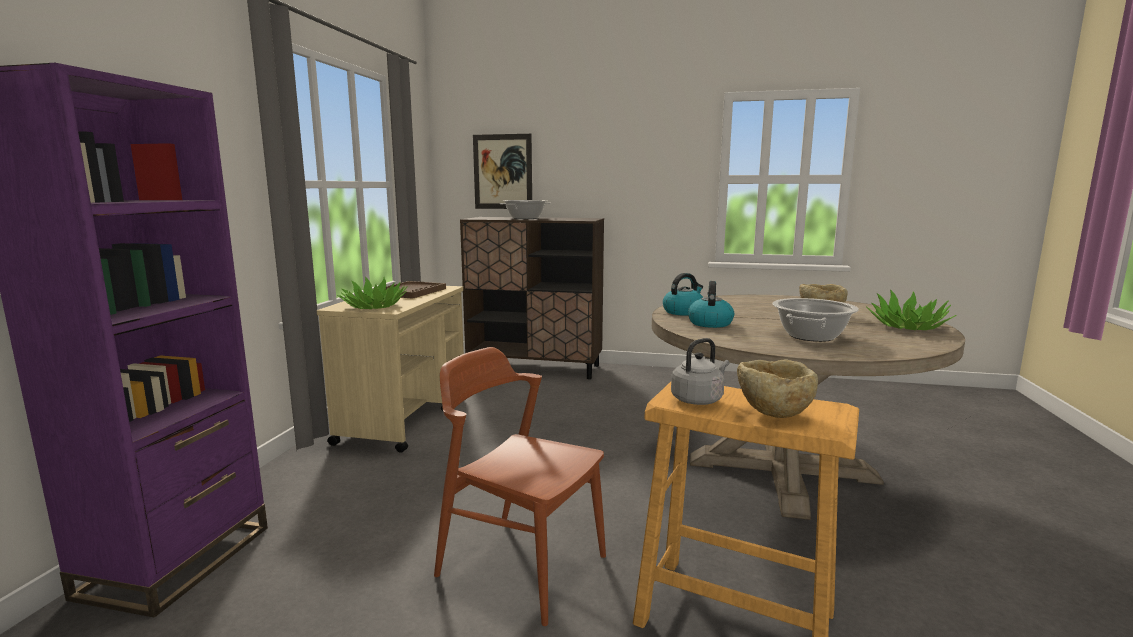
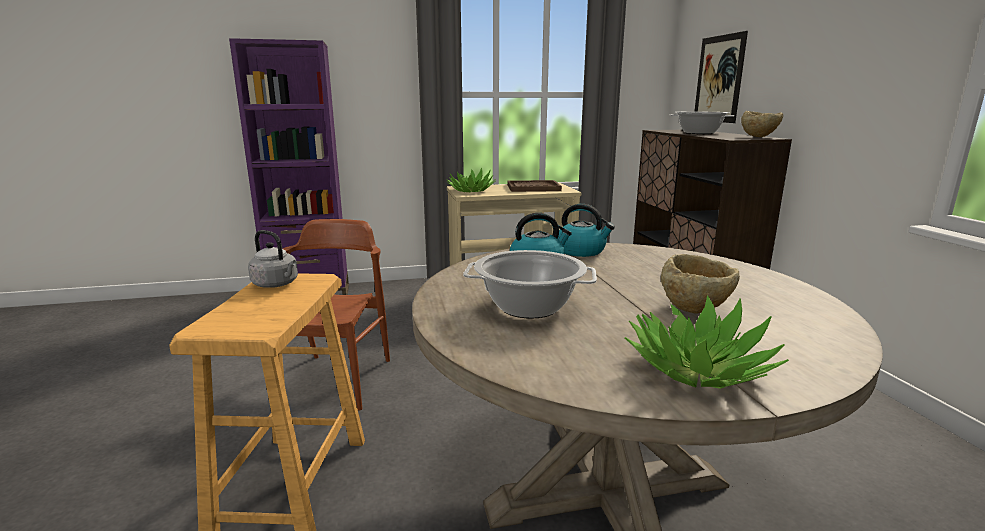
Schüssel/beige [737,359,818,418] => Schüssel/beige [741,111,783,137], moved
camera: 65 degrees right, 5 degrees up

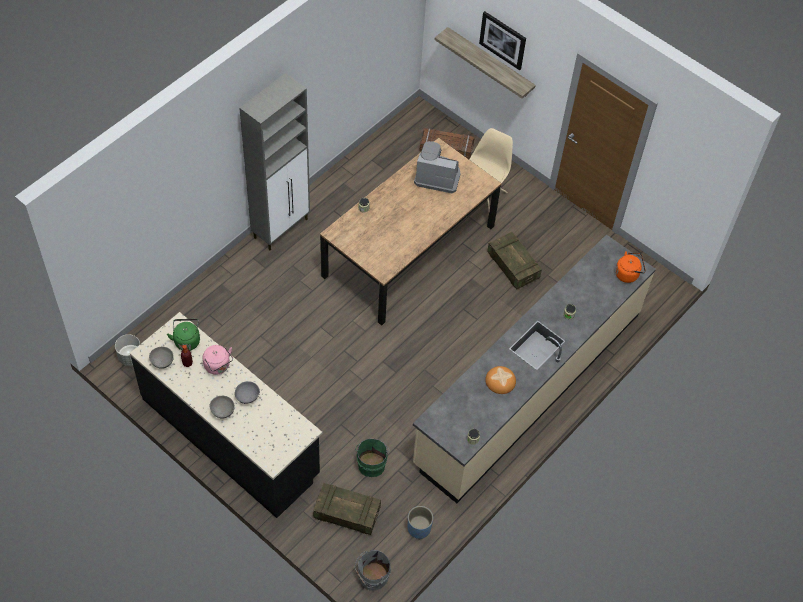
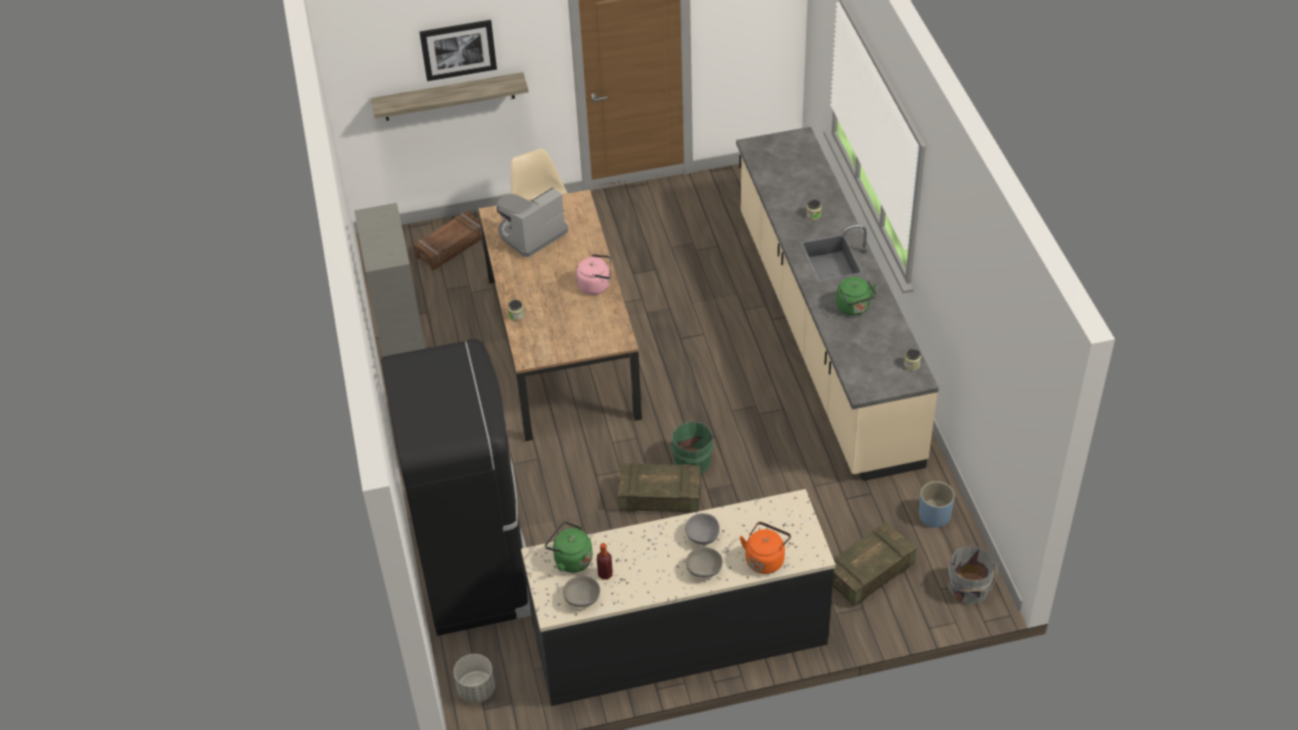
nothing => Kühlschrank/schwarz [381,339,532,636]
Wasserkessel/rosa [203,345,233,375] => Wasserkessel/rosa [576,254,611,295], moved
Eimer/grün [355,439,389,477] => Eimer/grün [668,422,713,474], moved
Kiste [487,232,542,289] => Kiste [618,463,702,514], moved
Wasserkessel/orange [615,251,646,283] => Wasserkessel/orange [740,522,791,574], moved
Brot [485,366,516,394] => Wasserkessel/grün [836,277,876,316]
camera: 50 degrees left, 10 degrees down

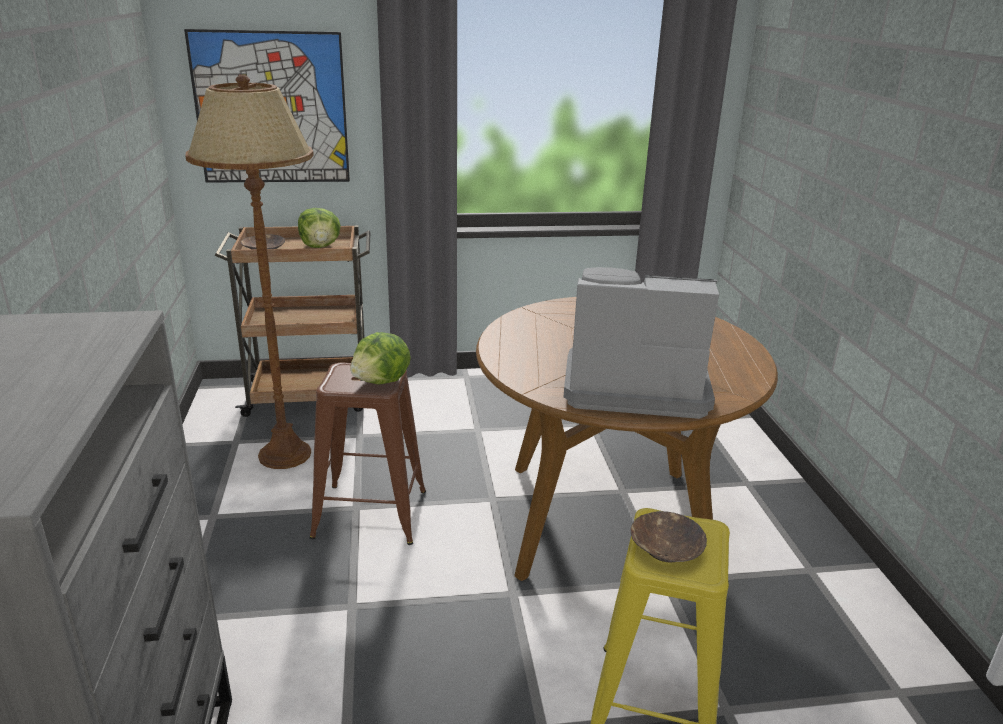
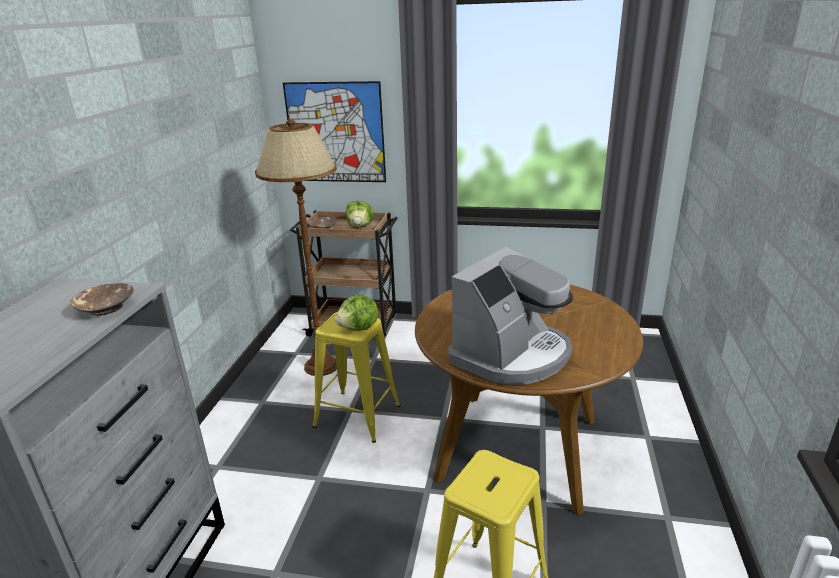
Schüssel/braun [631,511,707,563] => Schüssel/braun [70,283,134,315], moved
Hocker/braun [310,362,426,545] => Hocker/gelb [313,312,400,443]
Kaffeemaschine [564,267,719,419] => Kaffeemaschine [448,247,573,385], 105 degrees clockwise
camera: 20 degrees right, 0 degrees up

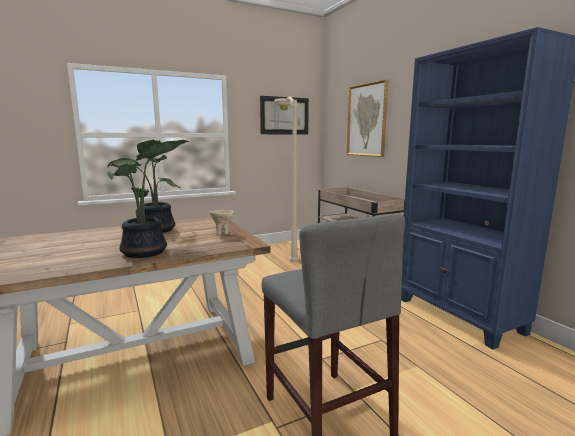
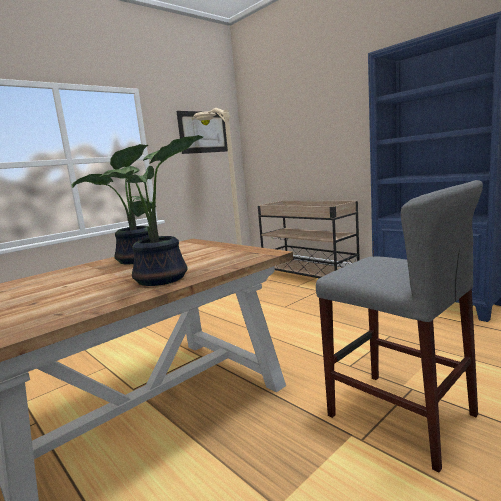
Schüssel/beige [209,210,234,235] => nothing
Bild [346,79,389,157] => nothing
camera: 15 degrees left, 0 degrees up

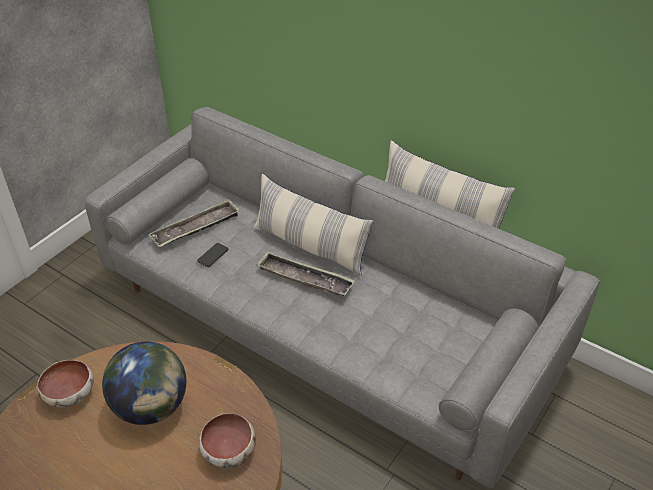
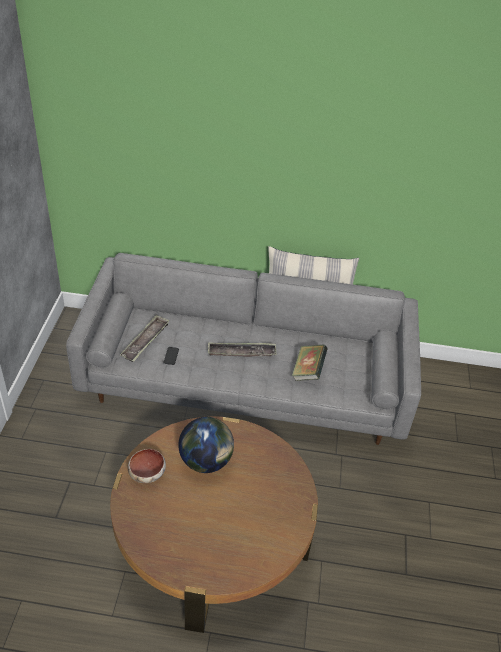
Schüssel [199,413,256,468] => nothing
Kissen [253,173,374,276] => nothing
nothing => Buch [292,344,328,381]
camera: 30 degrees left, 0 degrees up

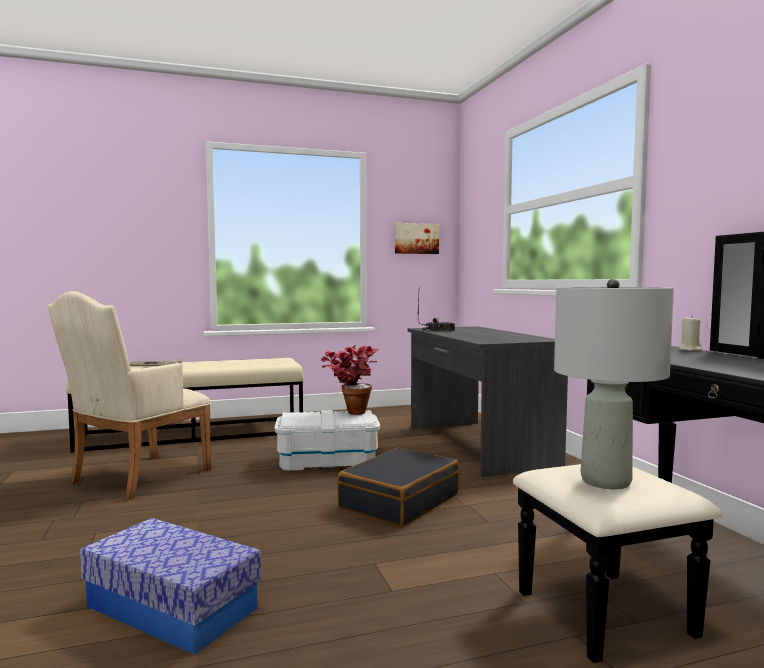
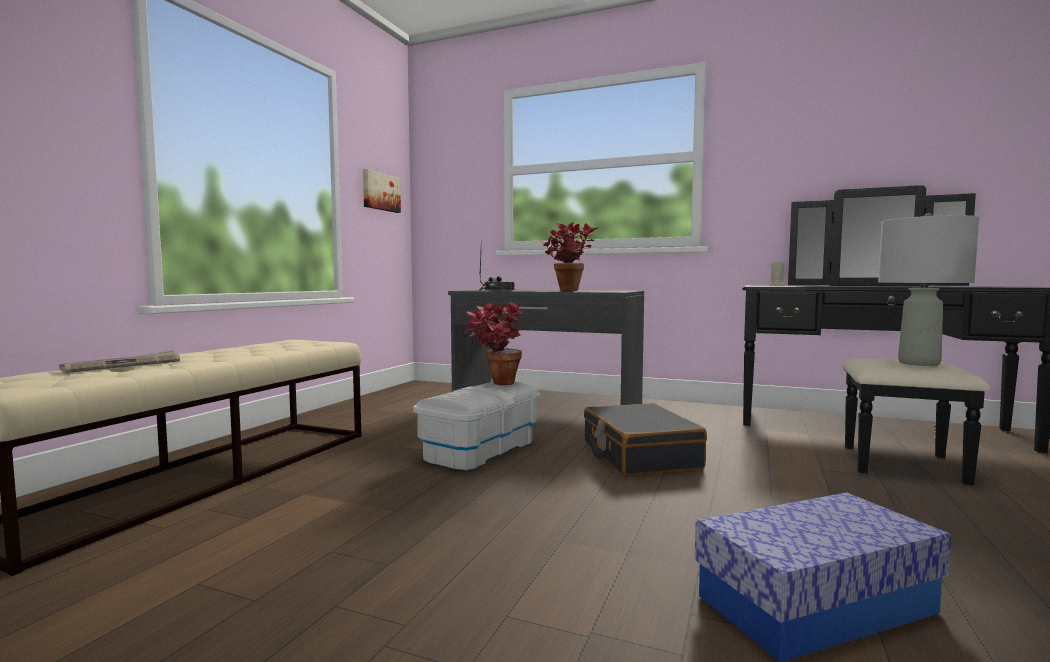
Sessel/beige [47,291,212,500] => nothing
nothing => Topfpflanze [539,222,599,291]
camera: 50 degrees left, 0 degrees up

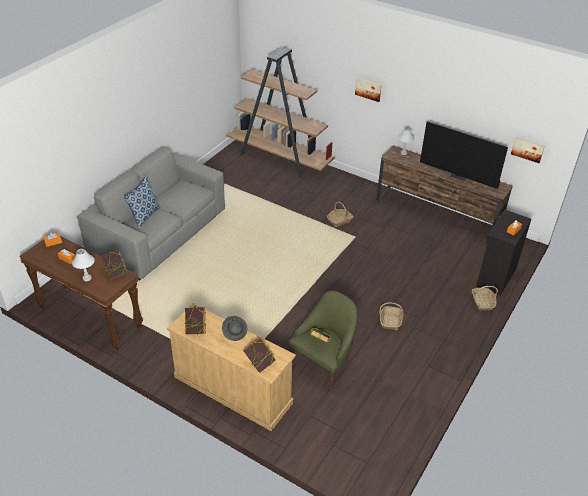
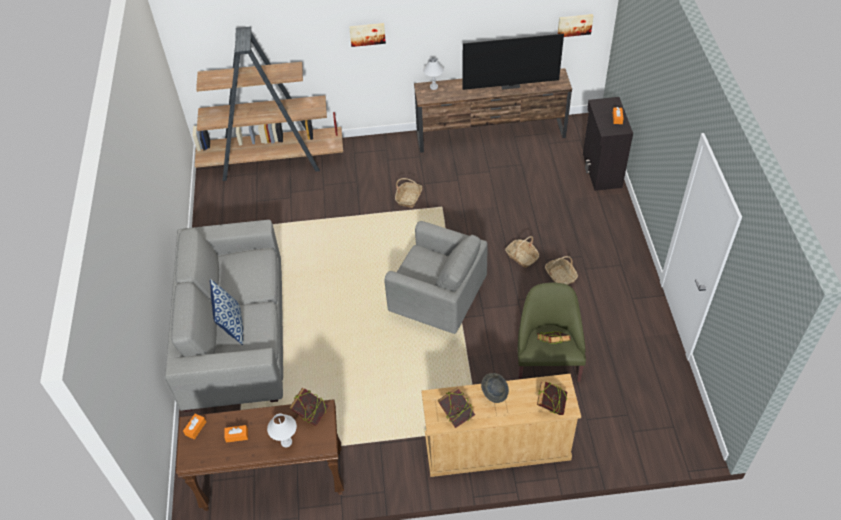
nothing => Sessel/grau [385,221,488,334]
Korb [472,286,498,310] => Korb [505,236,539,268], moved
camera: 35 degrees left, 10 degrees up

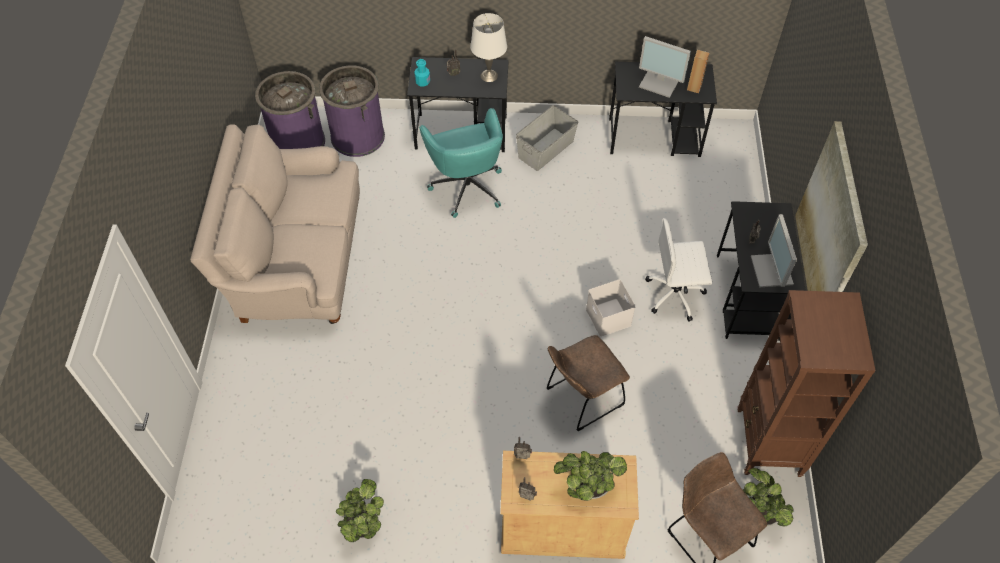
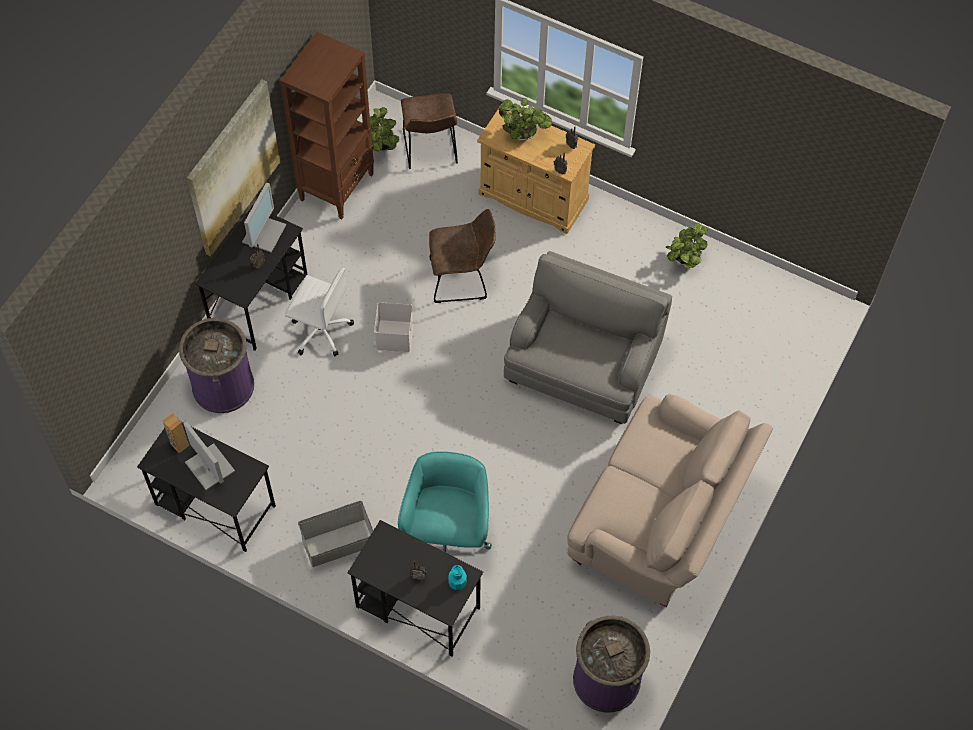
Tischlampe/weiß [470,13,507,82] => nothing
nothing => Sessel/grau [504,251,672,424]
Mülleimer/lila [319,65,385,157] => Mülleimer/lila [179,318,254,413], moved
camera: 155 degrees left, 5 degrees up

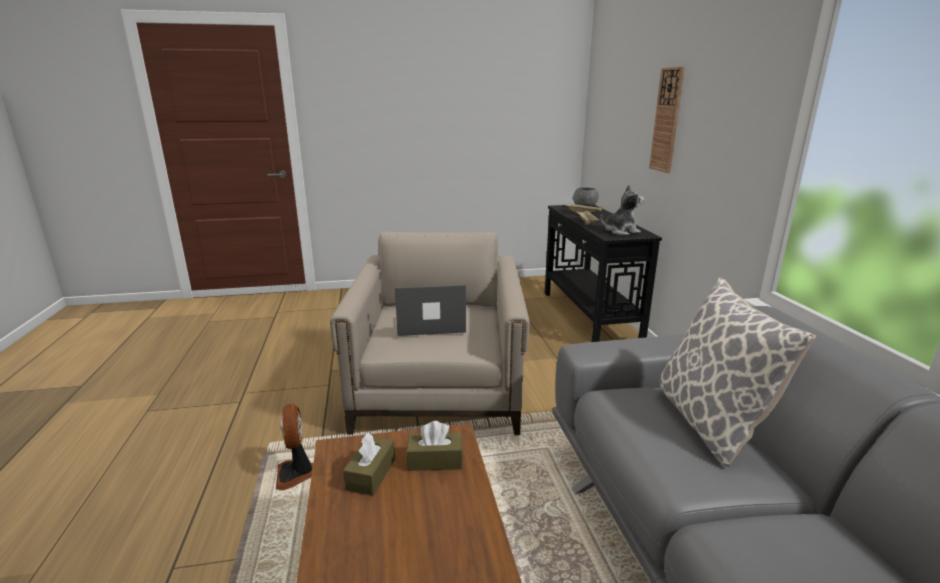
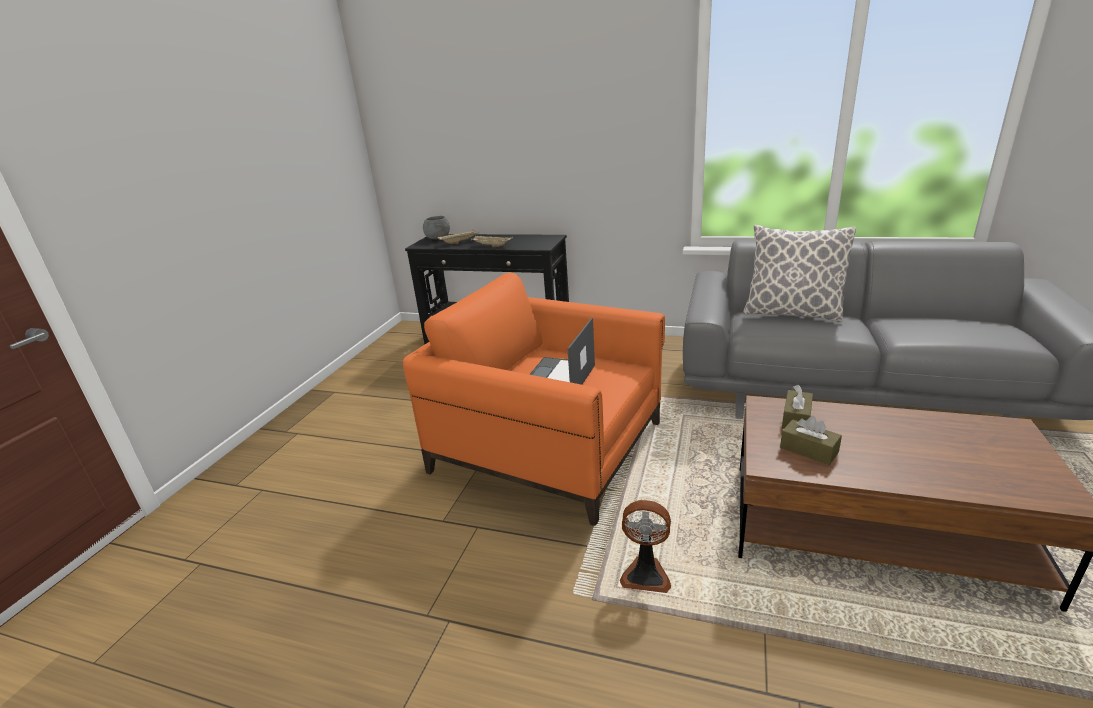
Plüschtier [601,185,644,235] => nothing
Wanduhr [649,67,685,173] => nothing
Sessel/beige [330,231,530,435] => Sessel/orange [403,273,665,526]
camera: 60 degrees left, 5 degrees up

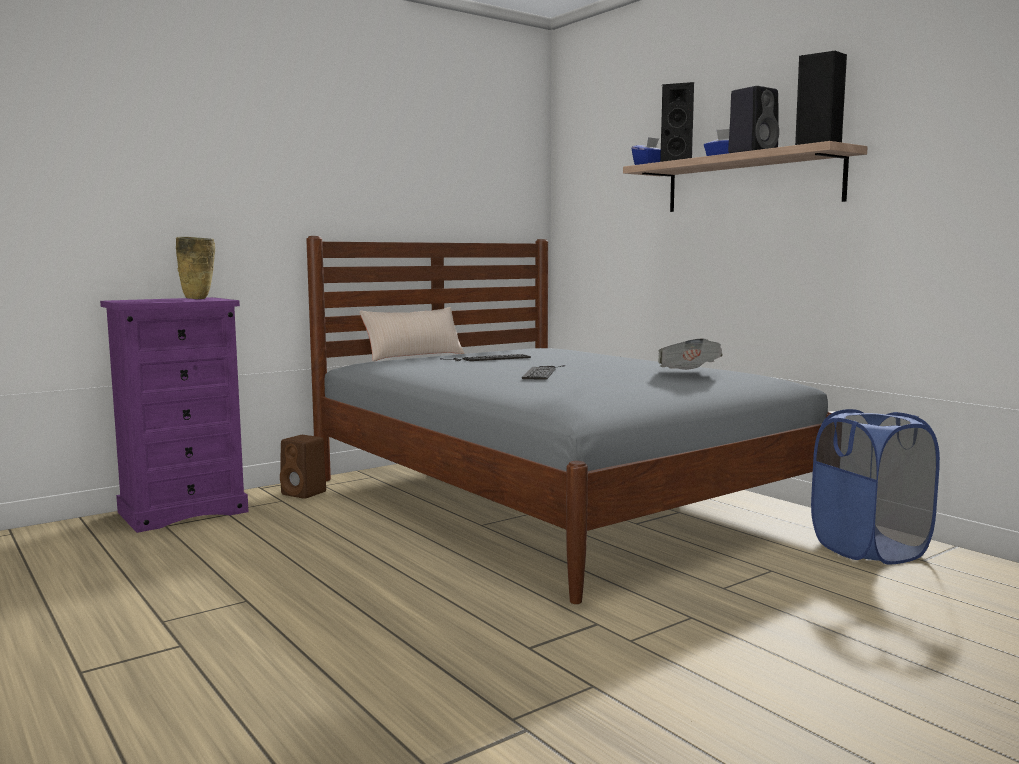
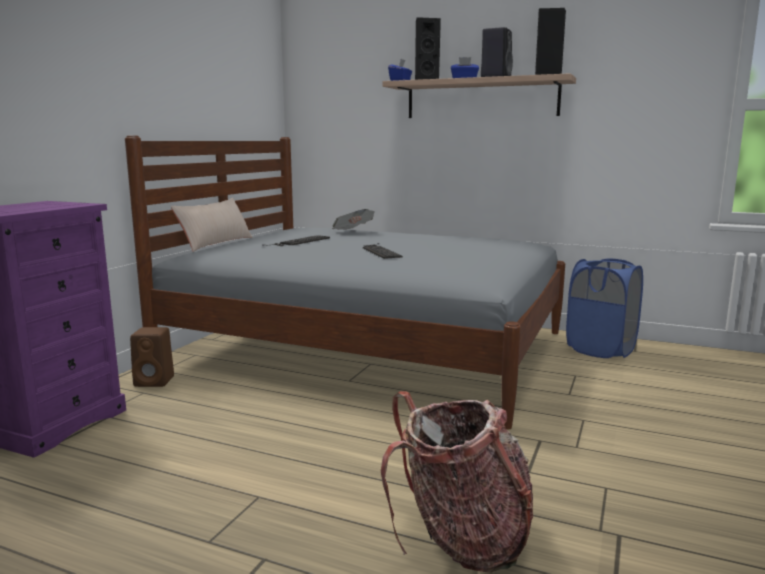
Vase/beige [176,237,215,299] => nothing
nothing => Rucksack [381,391,533,573]
Zeitung [658,339,723,370] => Zeitung [332,209,374,230], moved
camera: 30 degrees left, 5 degrees up

